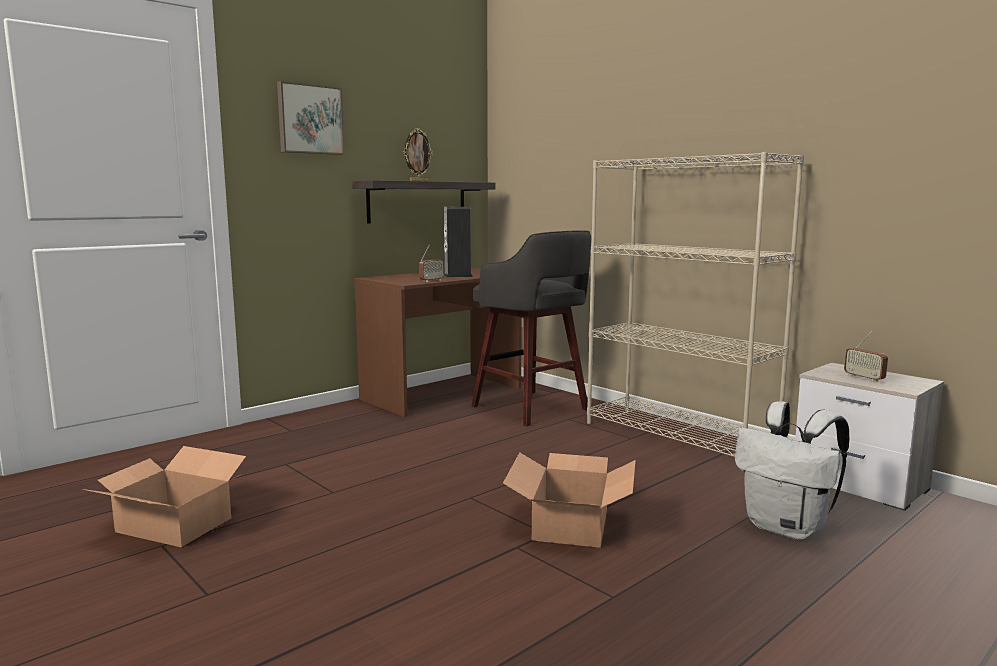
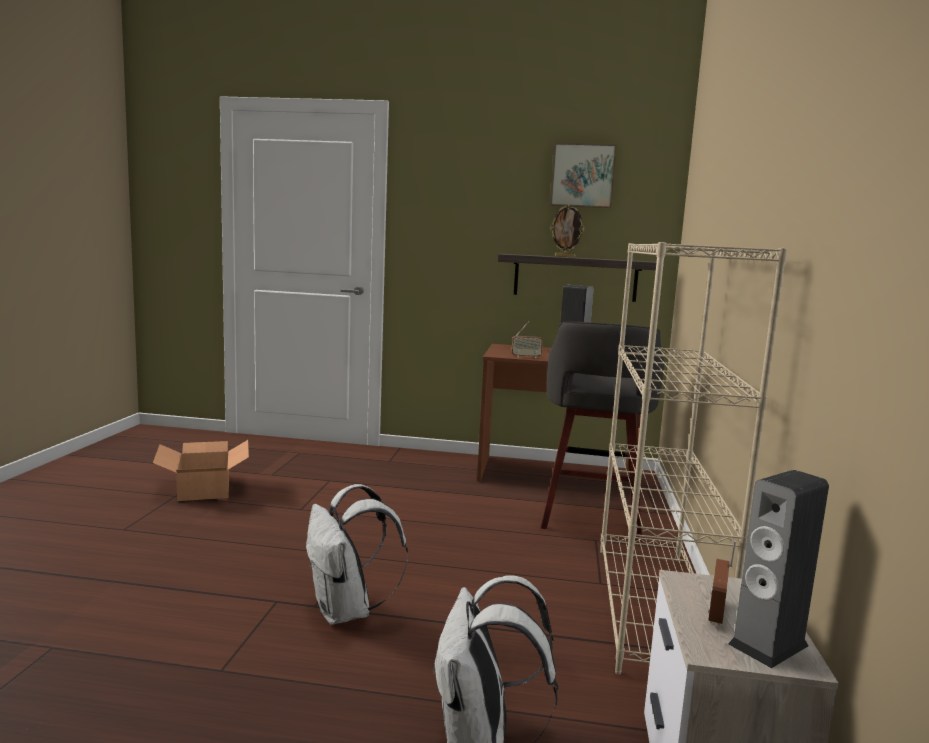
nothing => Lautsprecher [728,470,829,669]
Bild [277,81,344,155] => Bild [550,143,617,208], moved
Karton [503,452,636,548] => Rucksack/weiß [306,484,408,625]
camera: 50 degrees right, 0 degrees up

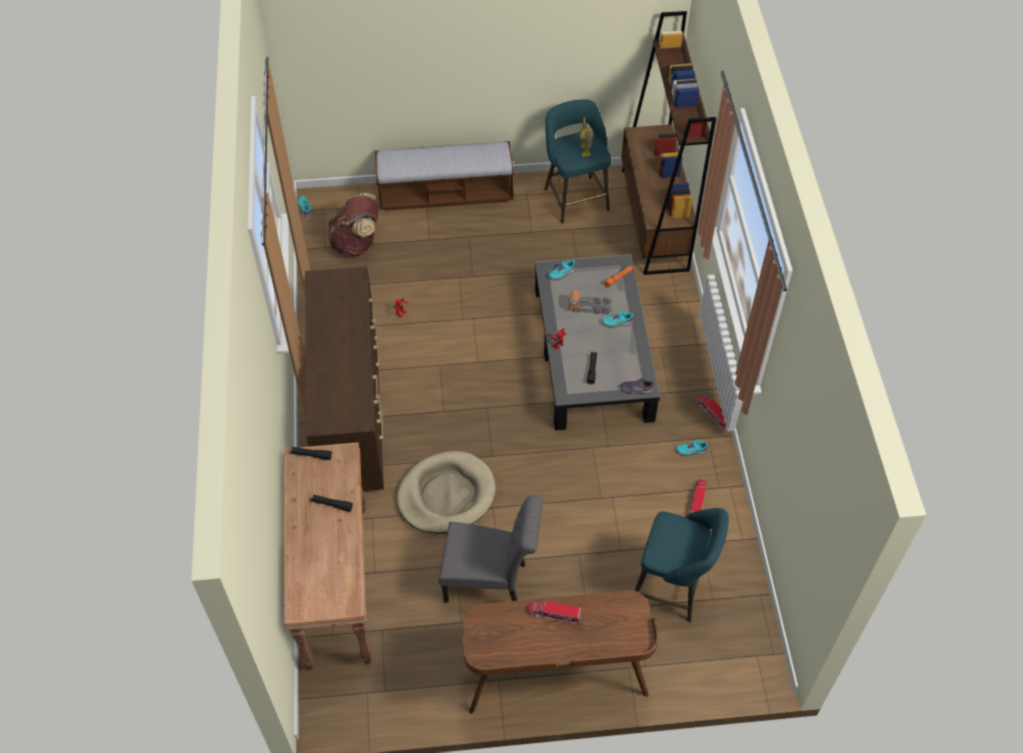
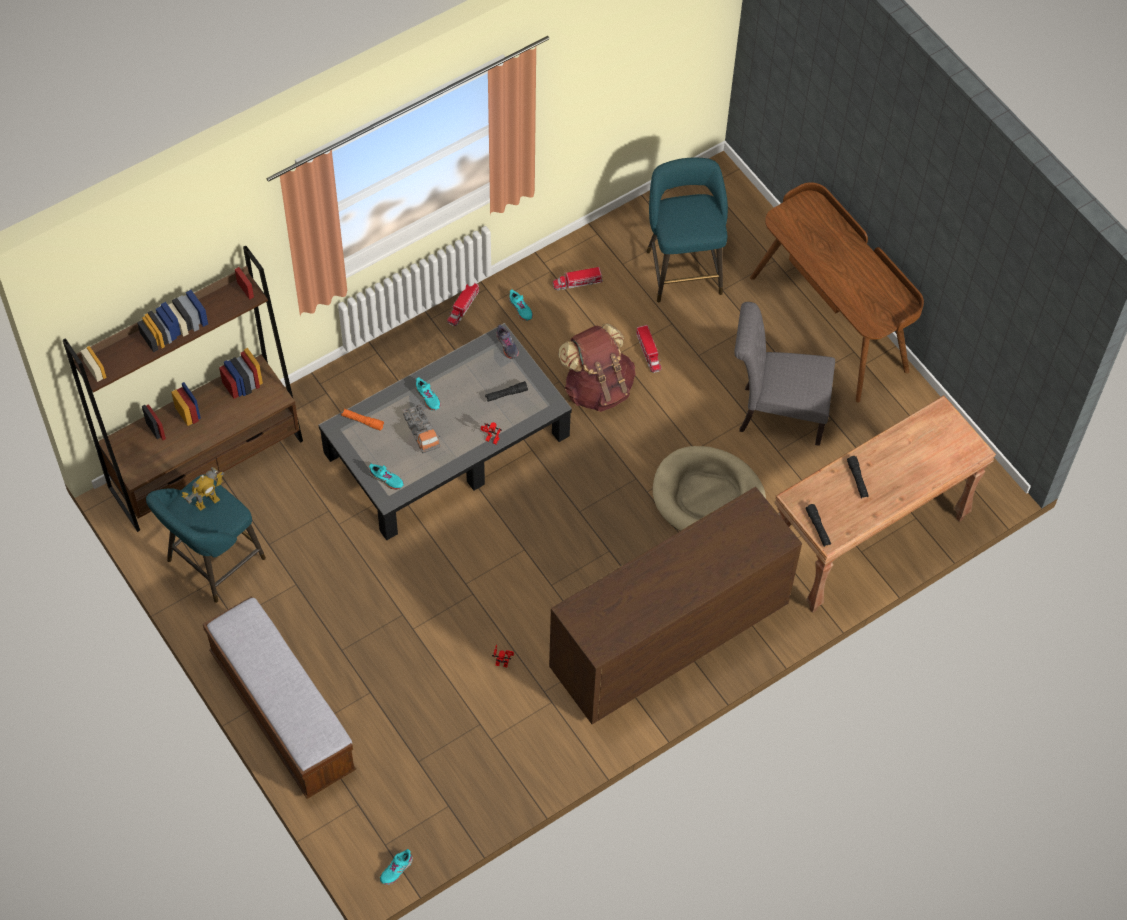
Rucksack/braun [327,193,378,257] => Rucksack/braun [558,323,636,412], moved
Spielzeuglaster [528,600,582,624] => Spielzeuglaster [636,325,662,373], moved
Stuhl/grau [439,496,543,603] => Stuhl/grau [734,302,835,446], 60 degrees counterclockwise
camera: 120 degrees left, 5 degrees up

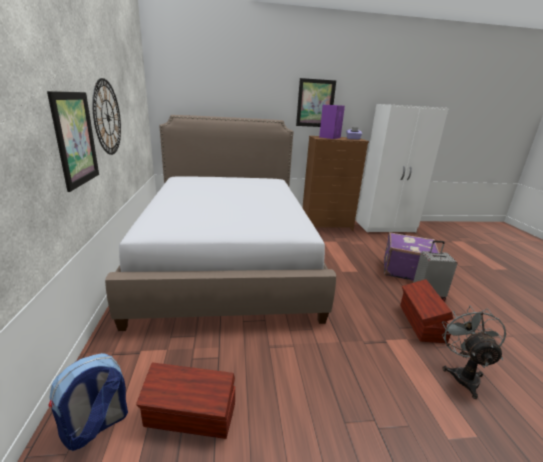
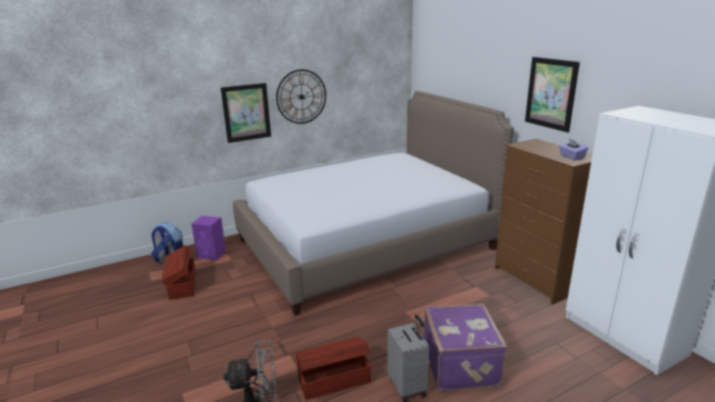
Lautsprecher/lila [319,105,345,139] => Lautsprecher/lila [191,216,226,260], moved
camera: 70 degrees right, 0 degrees up

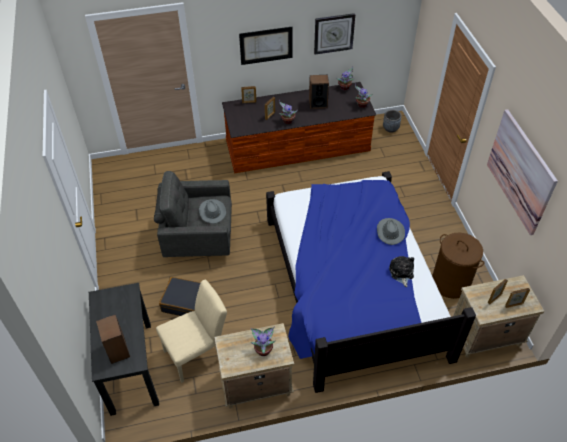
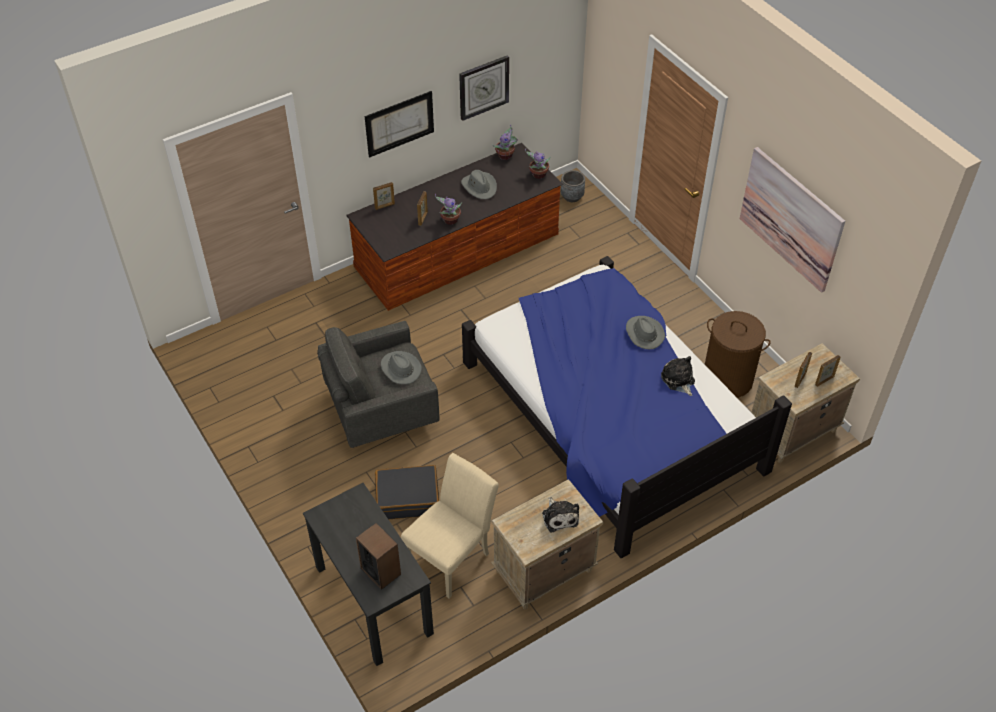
Topfpflanze [250,327,276,356] => Plüschtier [542,497,579,532]
Lautsprecher [309,75,329,109] => Hut/grau [461,170,497,199]
camera: 20 degrees left, 0 degrees up

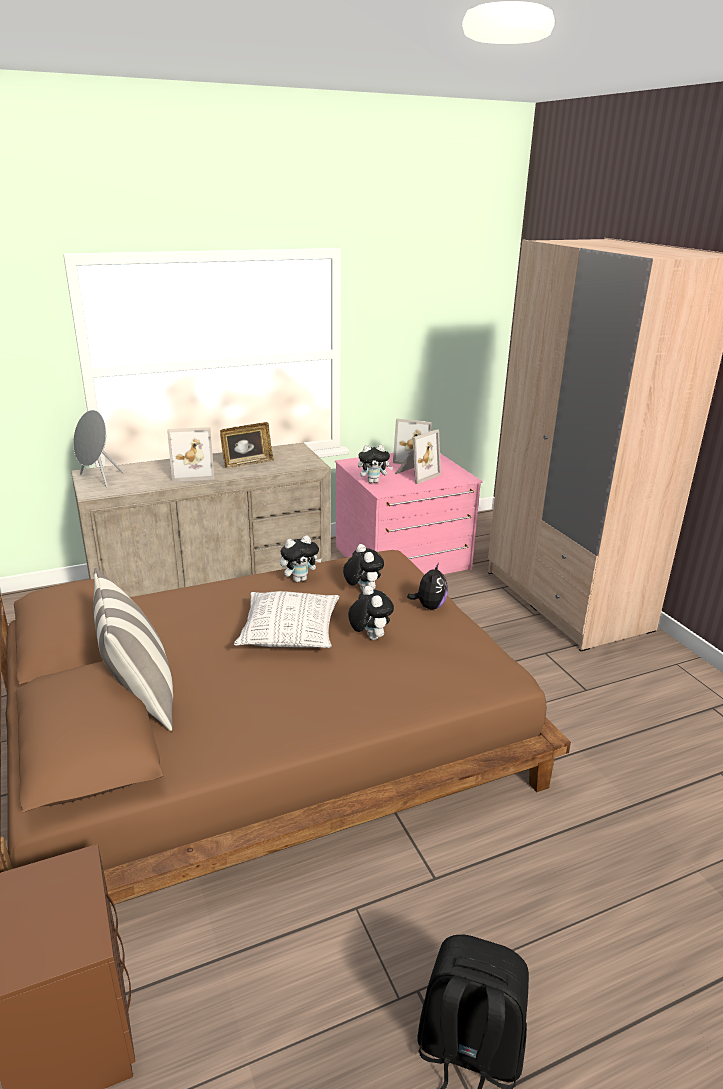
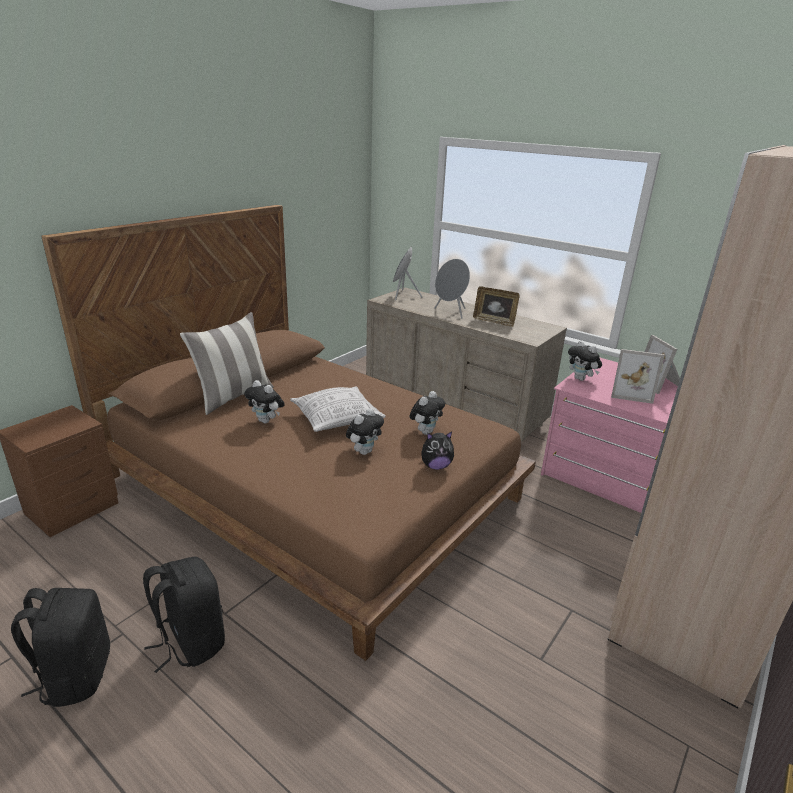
nothing => Rucksack/schwarz [143,557,225,673]
Plüschtier [280,535,322,582] => Plüschtier [244,380,285,423], moved
Bilderrahmen [167,427,214,482] => Lautsprecher/grau [434,259,470,319]
camera: 60 degrees right, 0 degrees up

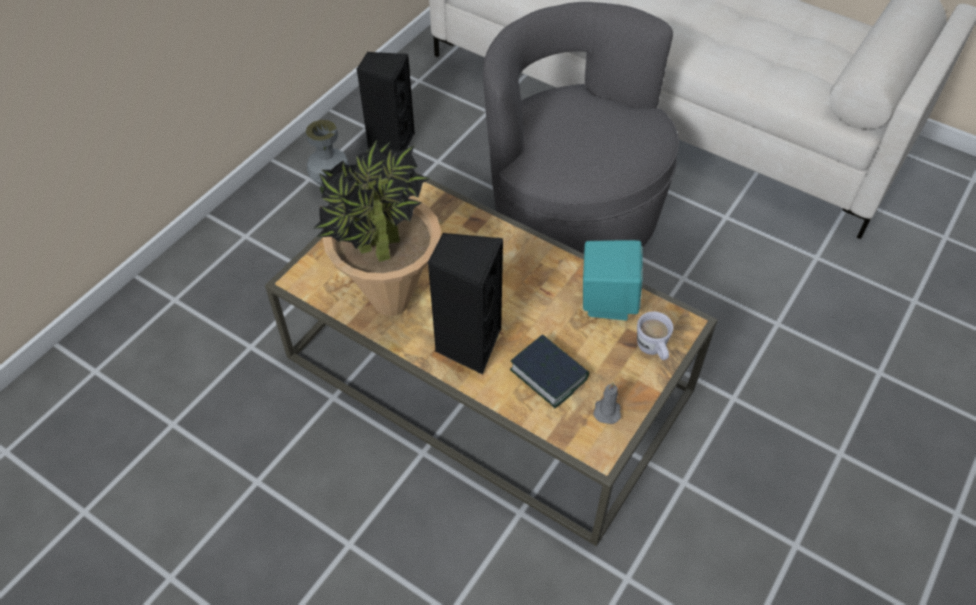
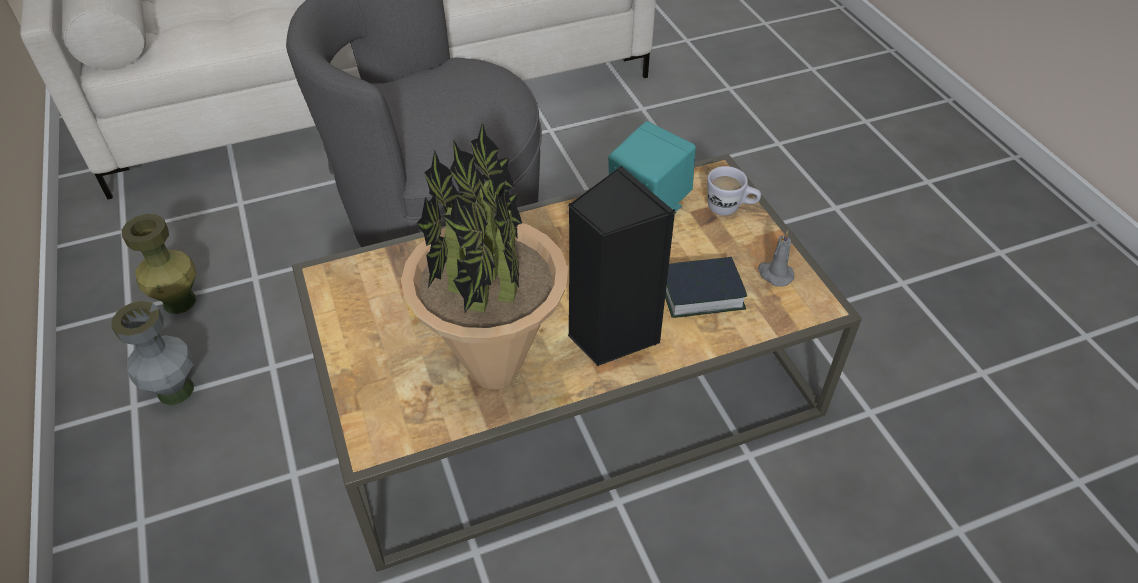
Lautsprecher/schwarz [357,52,415,152] => Vase/grün [121,214,196,314]
camera: 55 degrees left, 5 degrees down

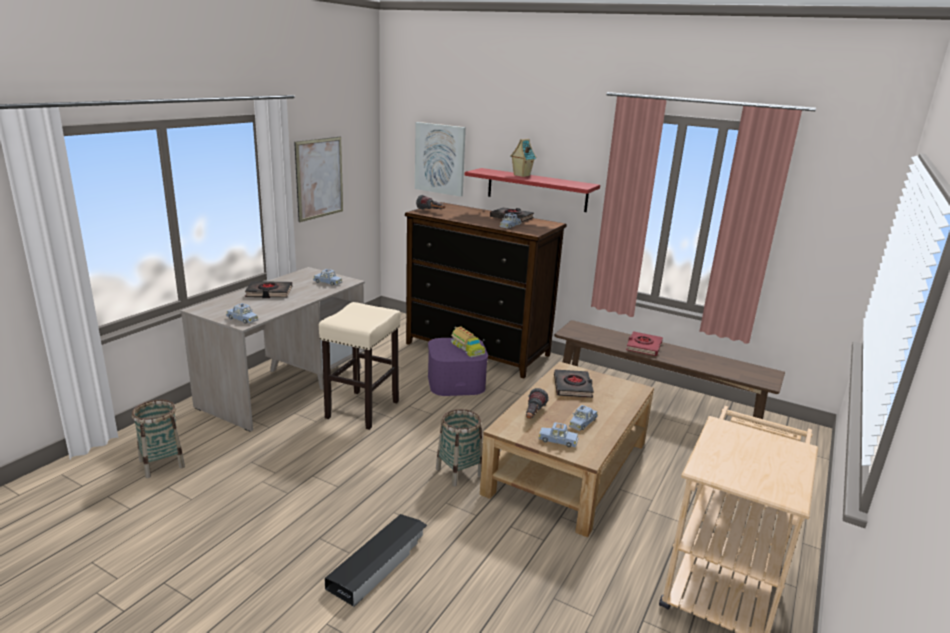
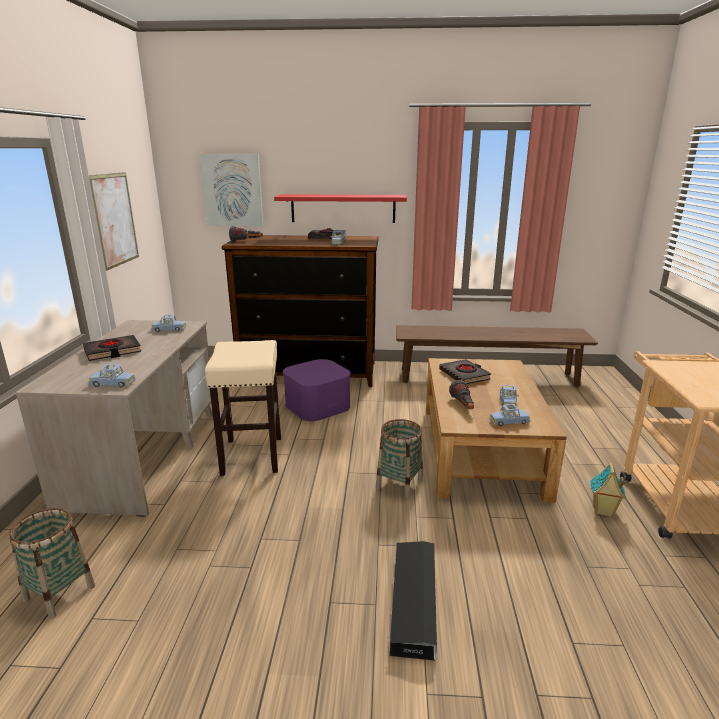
Spielzeuglaster [451,327,485,357] => nothing
Buch/rot [626,331,663,356] => nothing
Spielzeughaus [510,139,536,177] => Spielzeughaus [590,461,626,517], moved
camera: 25 degrees left, 0 degrees up

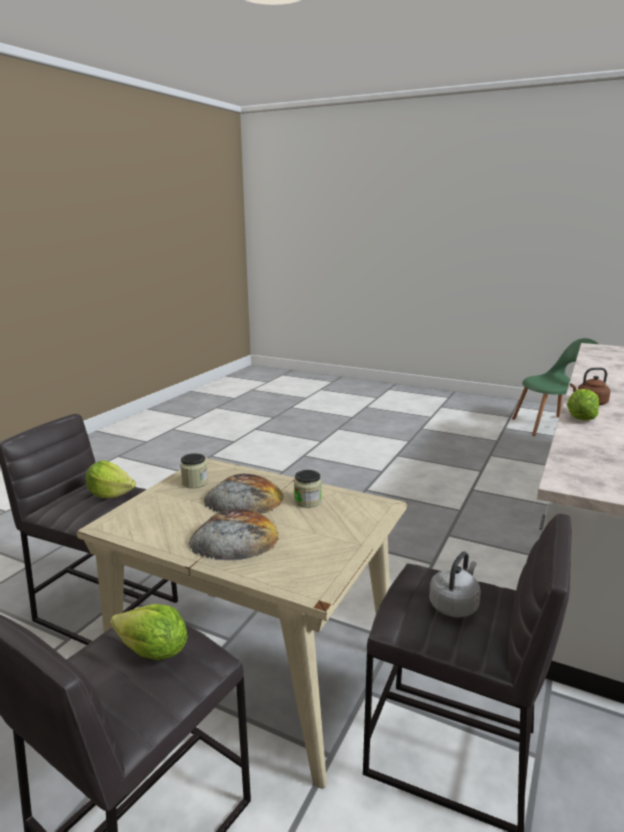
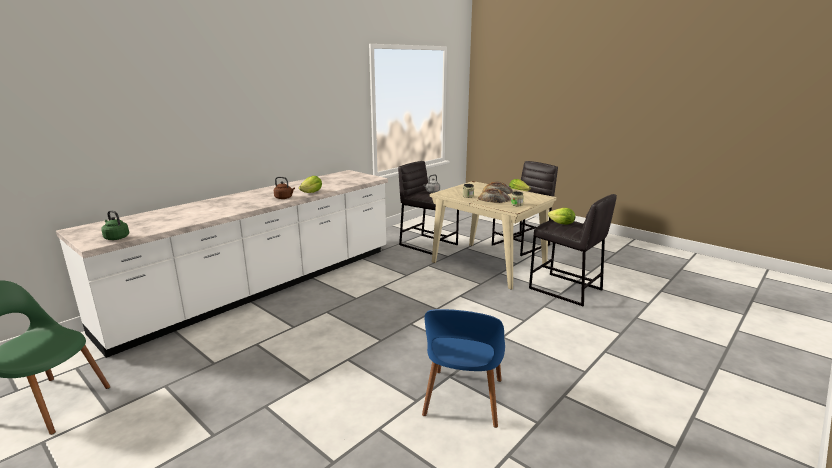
nothing => Wasserkessel/grün [101,210,129,240]
nothing => Stuhl/blau [422,309,505,428]
camera: 165 degrees left, 0 degrees up

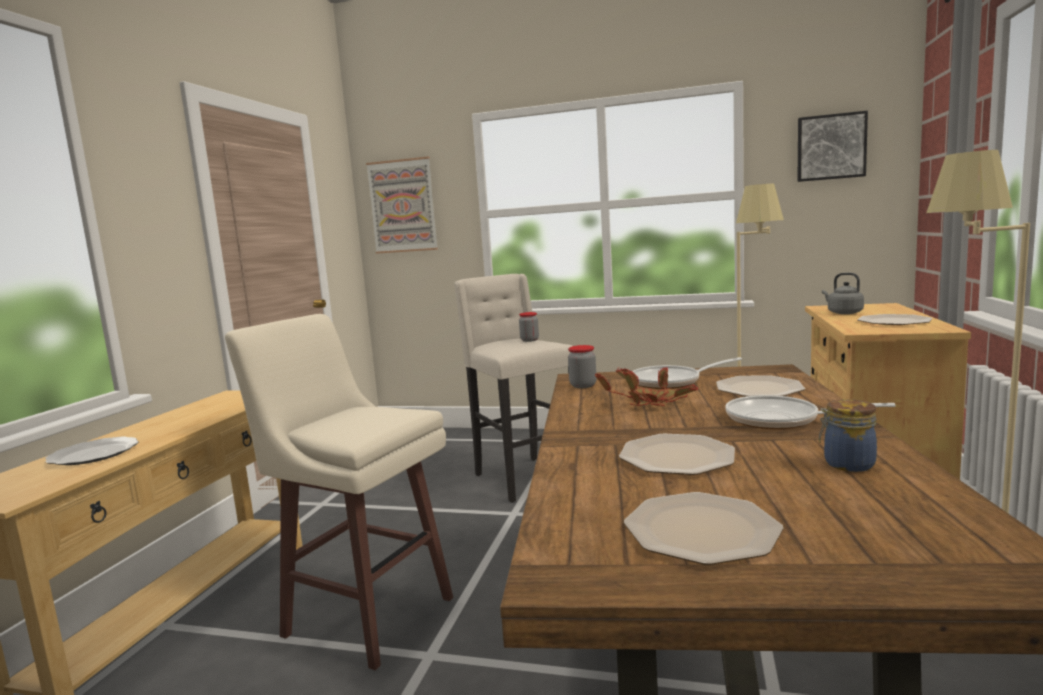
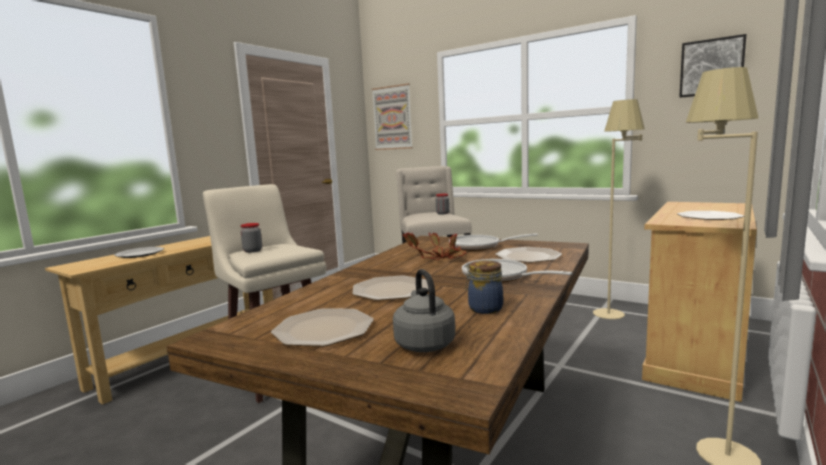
Vorratsglas [568,345,596,388] => Vorratsglas [241,223,262,253], moved
Wasserkessel/grau [822,273,864,314] => Wasserkessel/grau [393,269,455,352], moved
camera: 20 degrees right, 0 degrees up

